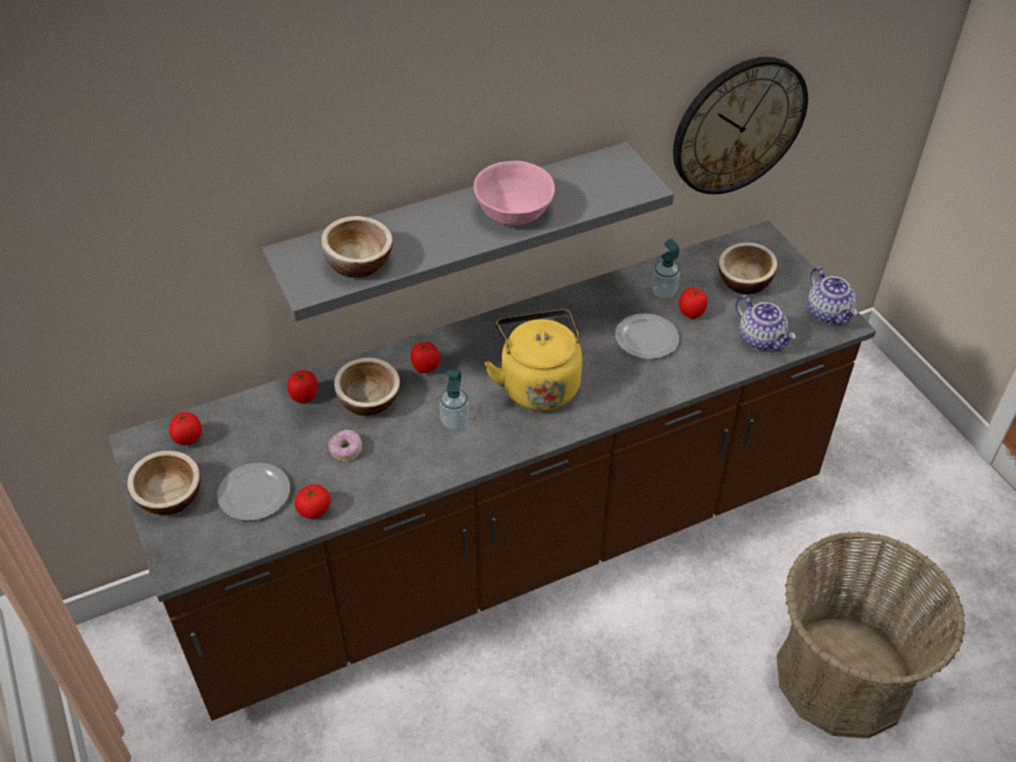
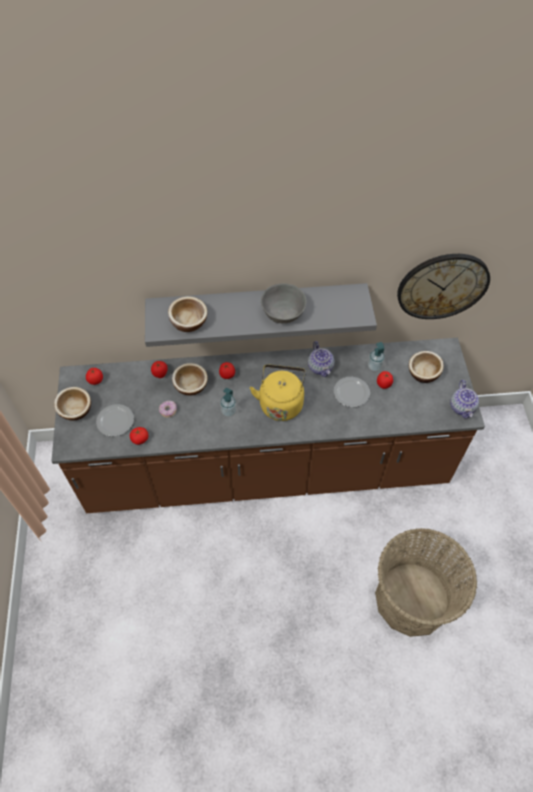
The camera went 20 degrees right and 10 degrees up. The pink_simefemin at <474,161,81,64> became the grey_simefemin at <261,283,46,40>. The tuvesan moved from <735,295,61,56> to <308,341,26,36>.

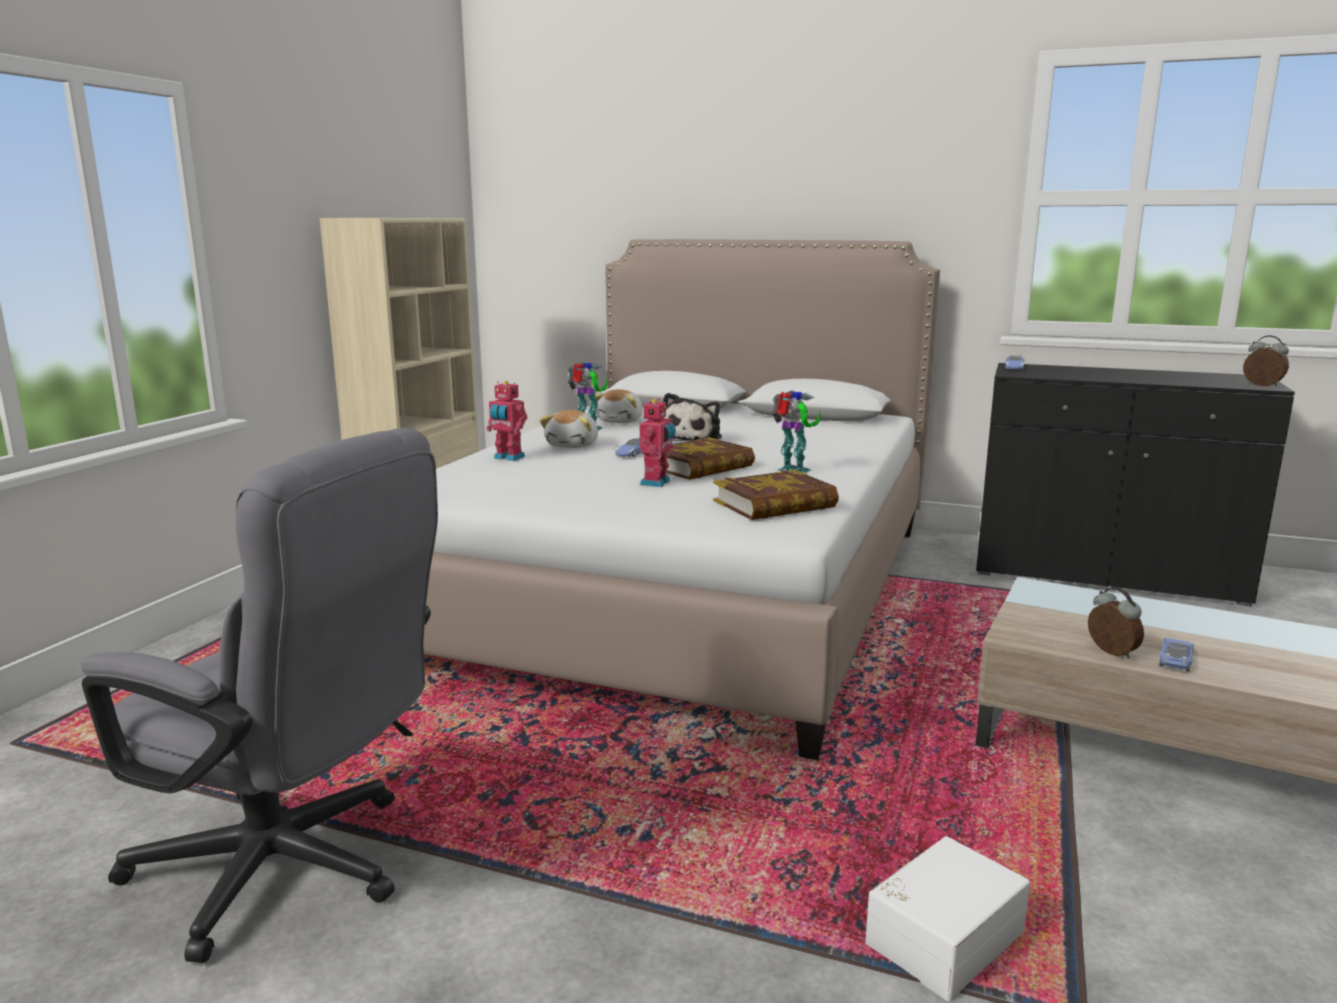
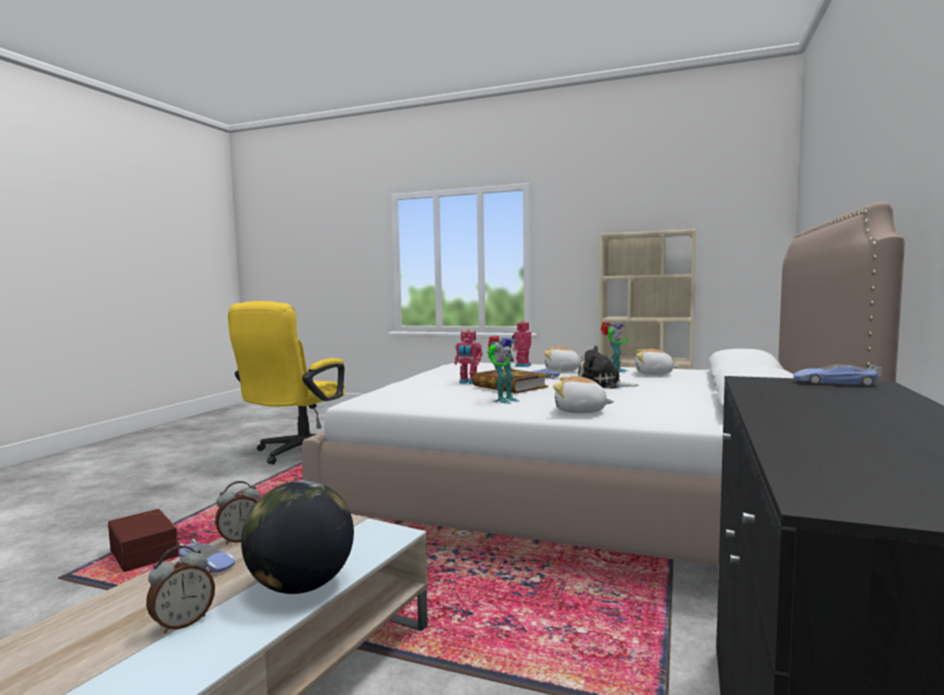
The camera went 90 degrees right and 10 degrees down. The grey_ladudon at <81,428,357,535> became the yellow_ladudon at <228,301,117,164>. The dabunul at <713,470,126,50> disappeared. The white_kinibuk at <865,836,165,166> became the brown_kinibuk at <108,509,71,63>. The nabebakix moved from <1243,335,46,52> to <146,545,69,89>. The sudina at <241,480,113,114> appeared. The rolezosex at <553,376,61,37> appeared.

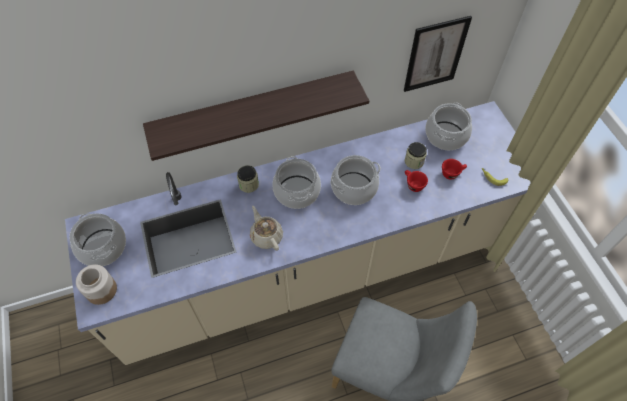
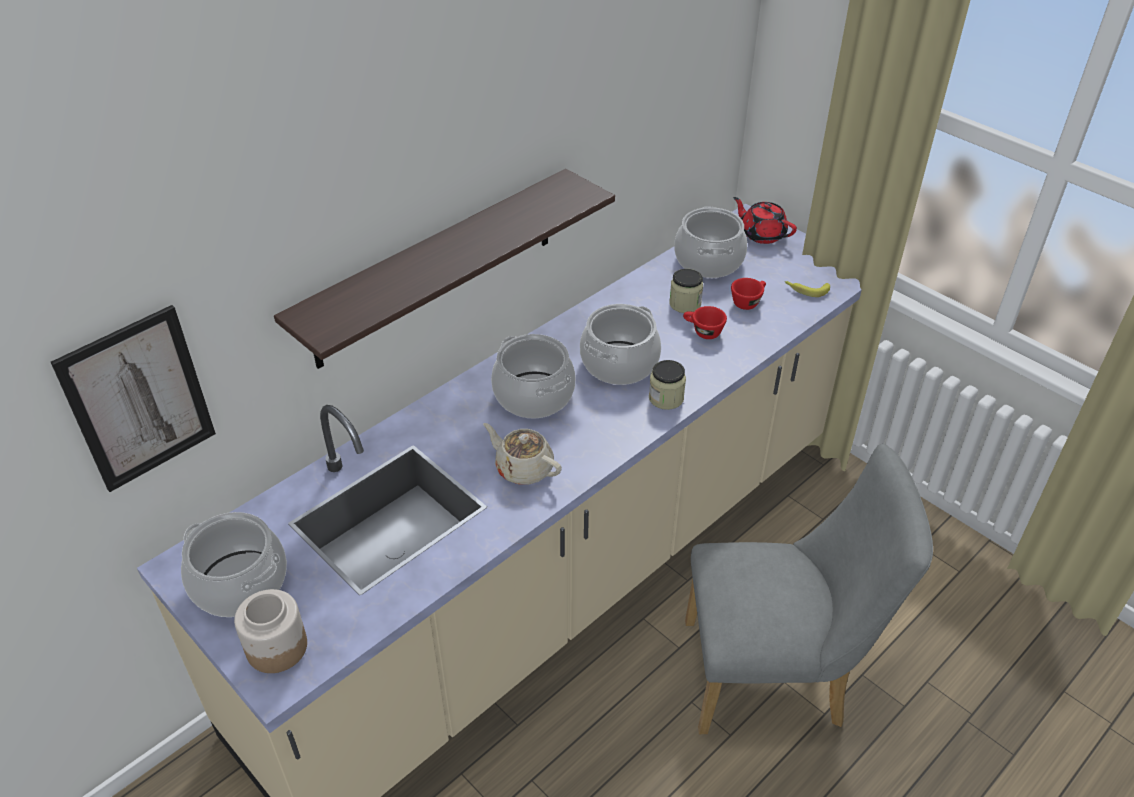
The camera went 25 degrees left and 15 degrees down. The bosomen moved from <237,165,22,28> to <649,360,37,50>. The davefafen moved from <404,16,68,76> to <51,305,165,187>. The red_tuvesan at <733,197,64,47> appeared.

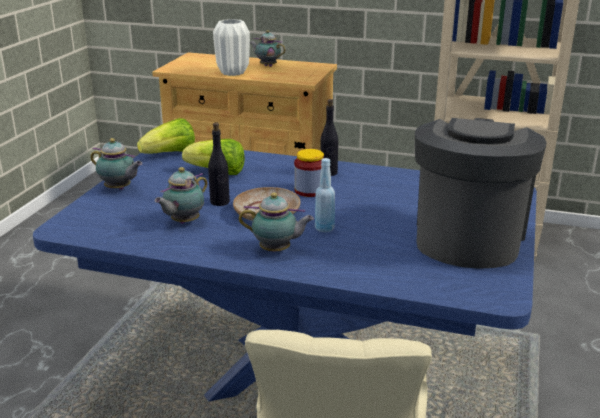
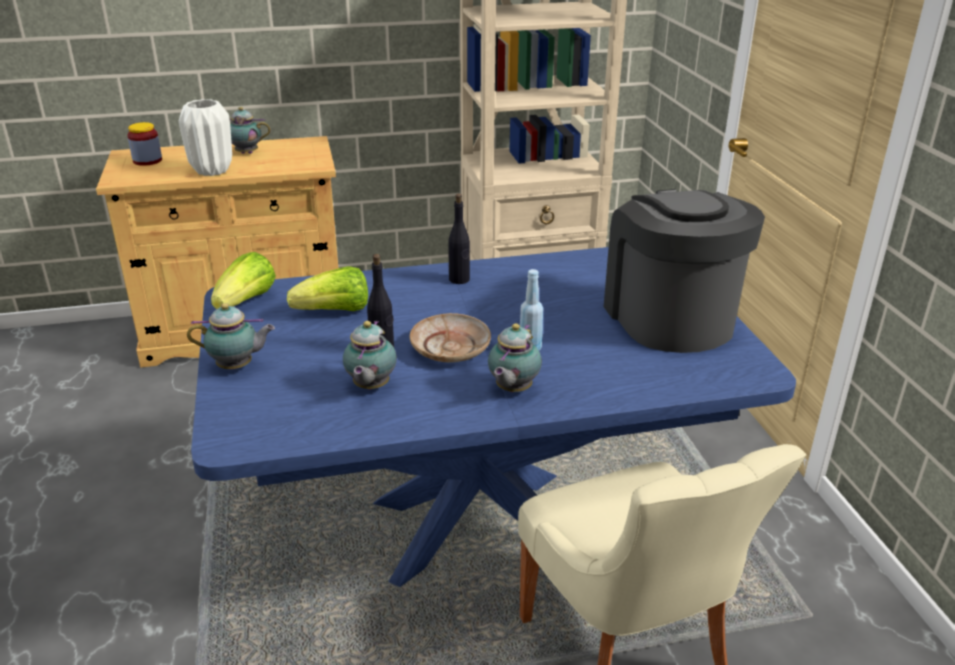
The camera went 30 degrees left and 5 degrees up. The tuvesan at <239,192,75,59> turned 135 degrees clockwise. The bosomen moved from <294,149,30,48> to <127,122,35,44>.

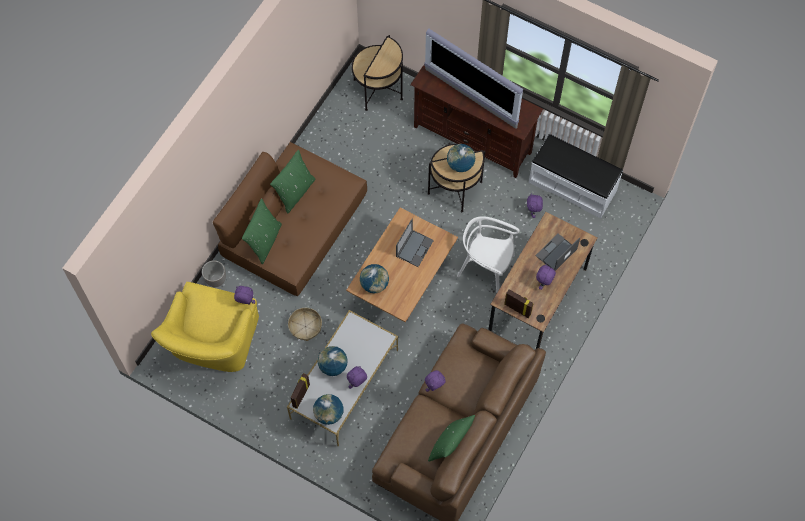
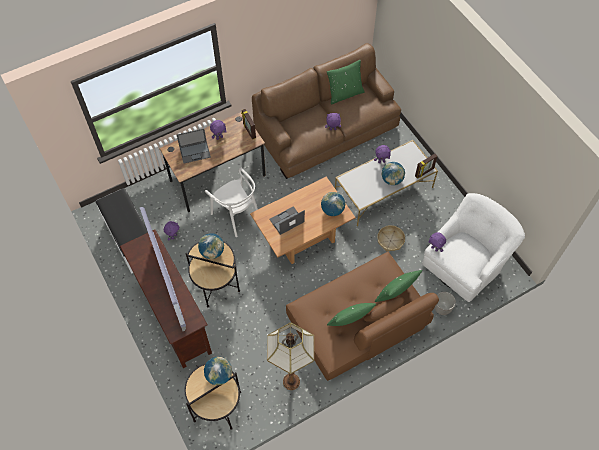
The camera went 150 degrees left and 5 degrees down. The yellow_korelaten at <151,282,108,90> became the white_korelaten at <422,193,103,109>. The sudina moved from <313,394,31,31> to <204,357,28,28>. The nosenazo at <267,323,47,67> appeared.

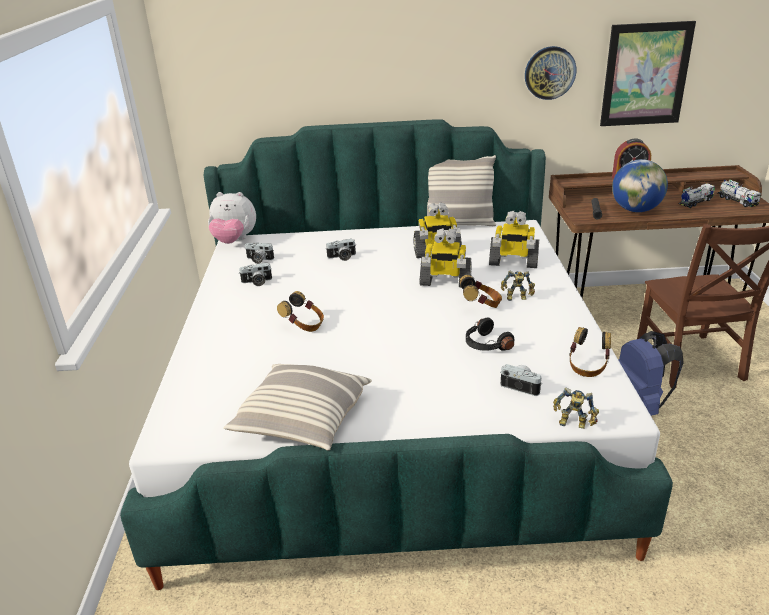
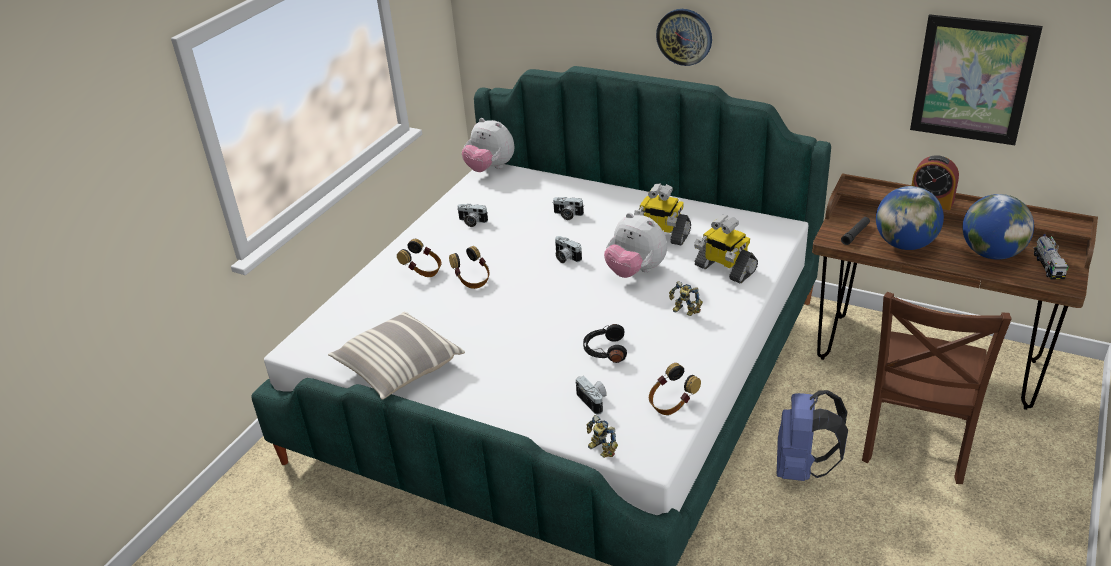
The camera went 30 degrees right and 5 degrees up. The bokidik moved from <245,242,29,22> to <555,236,27,27>. The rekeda at <420,228,52,59> was replaced by the rolezosex at <604,213,63,65>. The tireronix at <427,155,69,71> disappeared. The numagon moved from <460,275,42,33> to <397,239,45,38>. The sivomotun moved from <525,46,51,54> to <656,9,56,57>. The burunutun at <679,183,36,25> was replaced by the sudina at <963,194,71,66>.

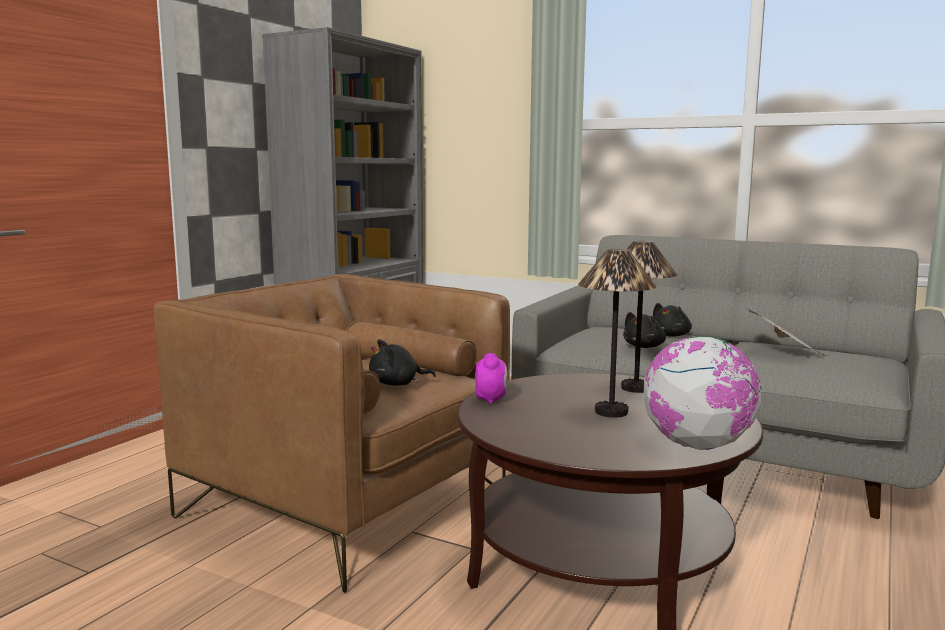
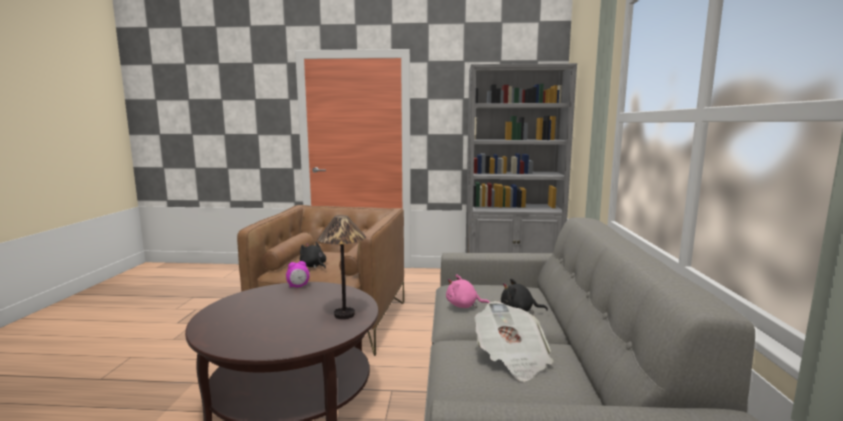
The camera went 65 degrees right and 0 degrees up. The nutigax at <578,249,78,169> disappeared. The black_rolezosex at <623,312,43,36> became the pink_rolezosex at <446,274,44,34>. The sudina at <644,336,117,114> disappeared.

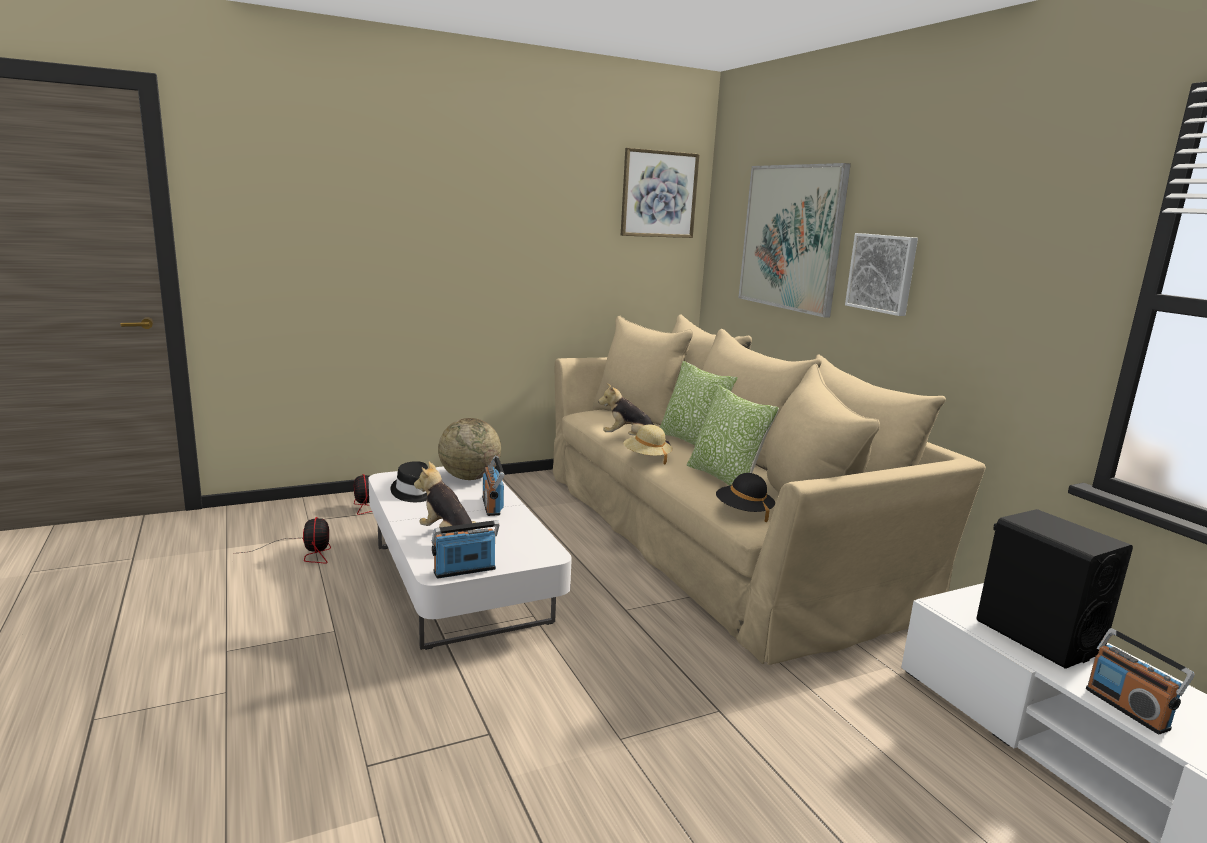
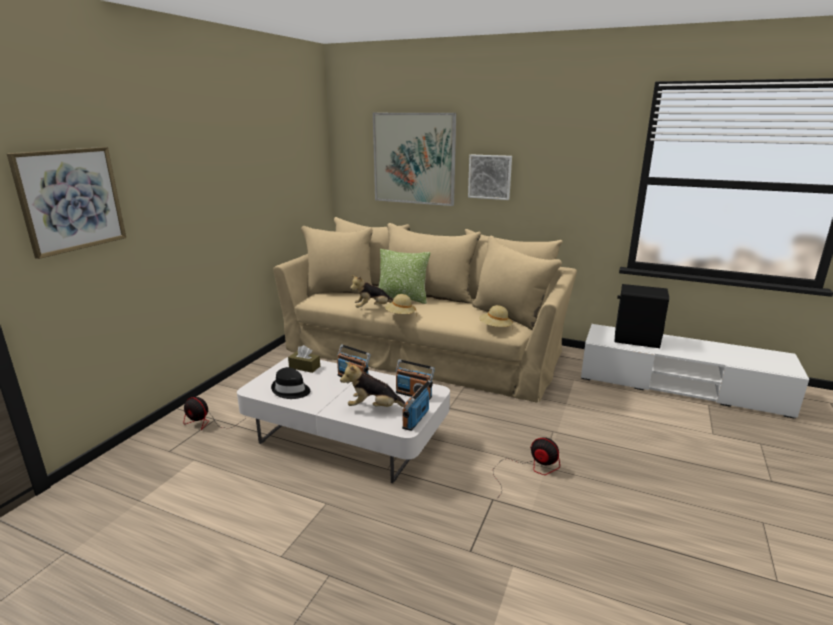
The camera went 40 degrees left and 5 degrees up. The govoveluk moved from <243,517,88,47> to <494,437,66,62>. The sudina at <438,418,63,62> was replaced by the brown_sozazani at <288,345,32,28>. The davefafen moved from <621,148,79,90> to <7,147,119,112>. The tireronix at <687,385,92,101> disappeared. The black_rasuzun at <716,473,59,49> became the beige_rasuzun at <479,305,34,24>. The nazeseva moved from <1086,628,109,106> to <395,359,40,41>.

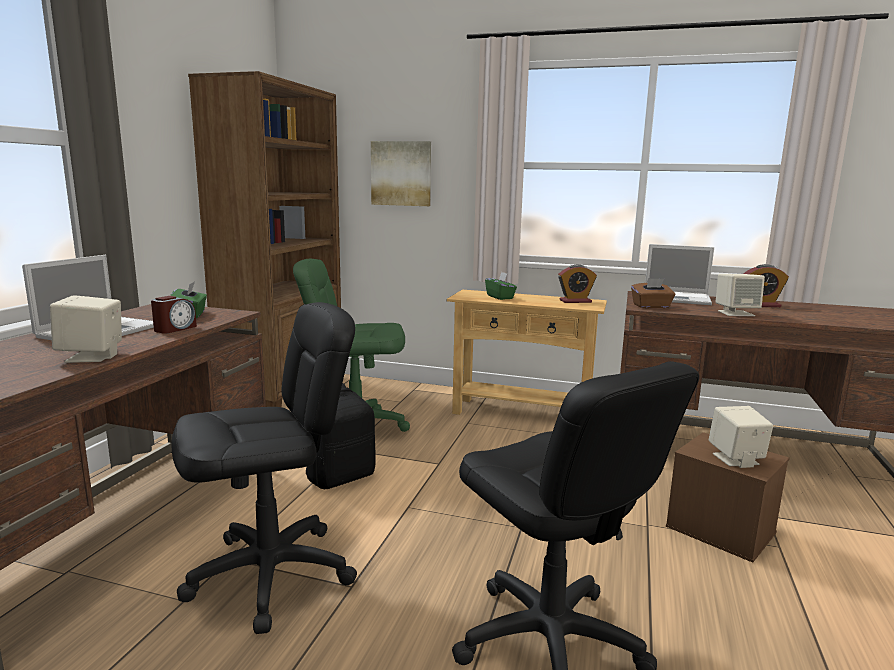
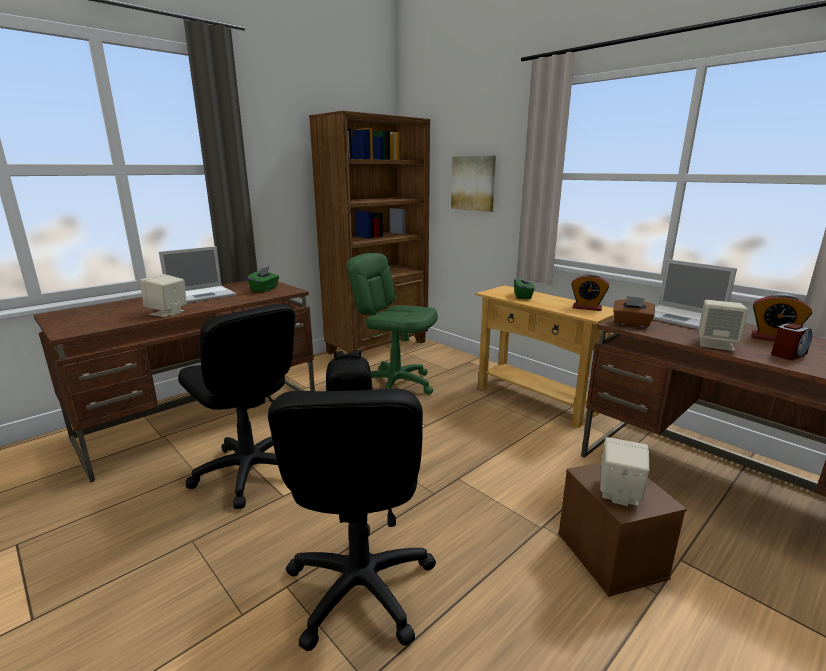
The camera went 30 degrees right and 5 degrees up. The nabebakix moved from <151,296,46,38> to <771,323,42,37>. The black_ladudon at <171,302,186,332> turned 45 degrees clockwise.

